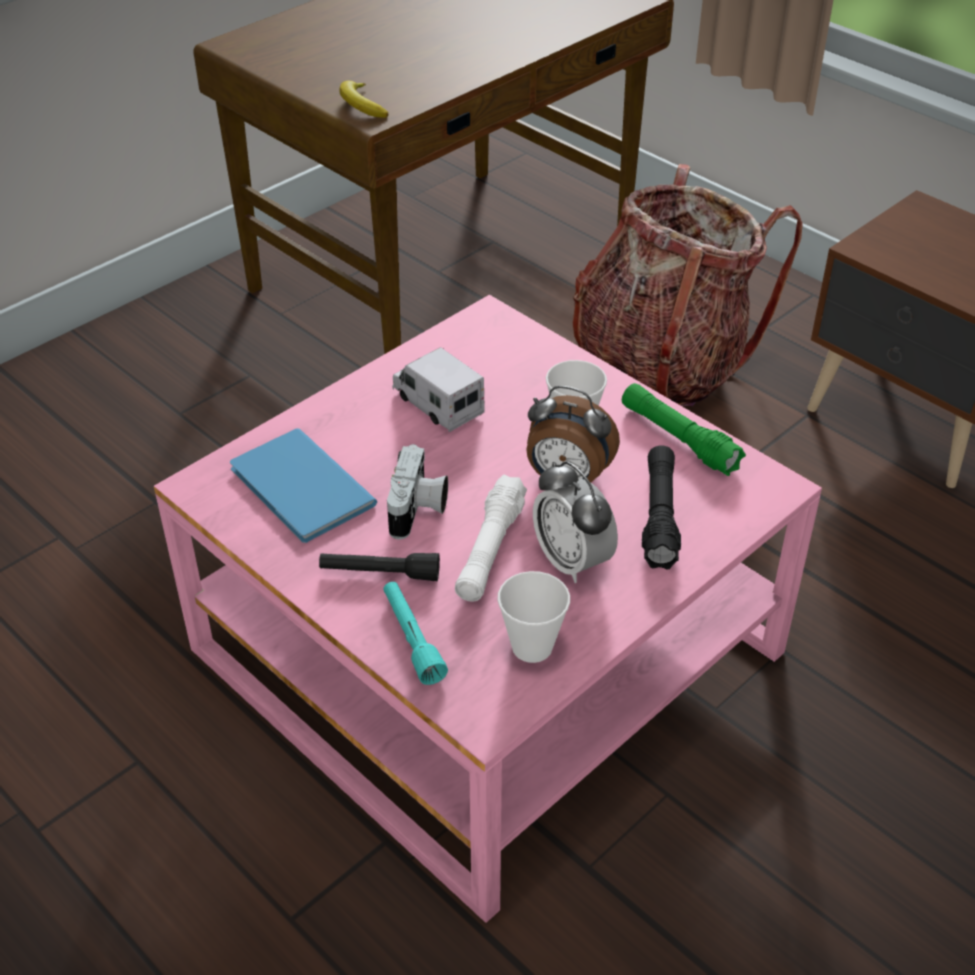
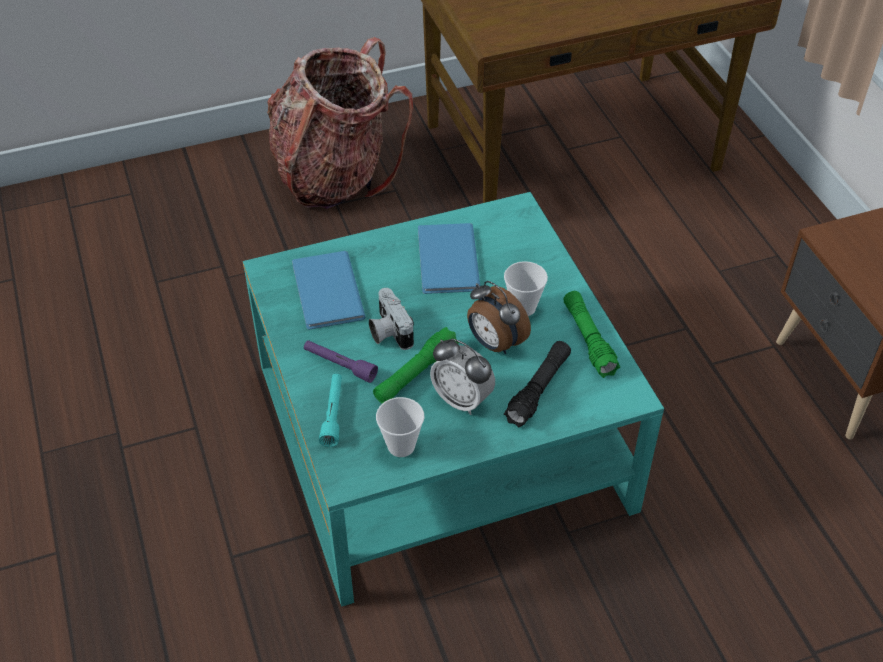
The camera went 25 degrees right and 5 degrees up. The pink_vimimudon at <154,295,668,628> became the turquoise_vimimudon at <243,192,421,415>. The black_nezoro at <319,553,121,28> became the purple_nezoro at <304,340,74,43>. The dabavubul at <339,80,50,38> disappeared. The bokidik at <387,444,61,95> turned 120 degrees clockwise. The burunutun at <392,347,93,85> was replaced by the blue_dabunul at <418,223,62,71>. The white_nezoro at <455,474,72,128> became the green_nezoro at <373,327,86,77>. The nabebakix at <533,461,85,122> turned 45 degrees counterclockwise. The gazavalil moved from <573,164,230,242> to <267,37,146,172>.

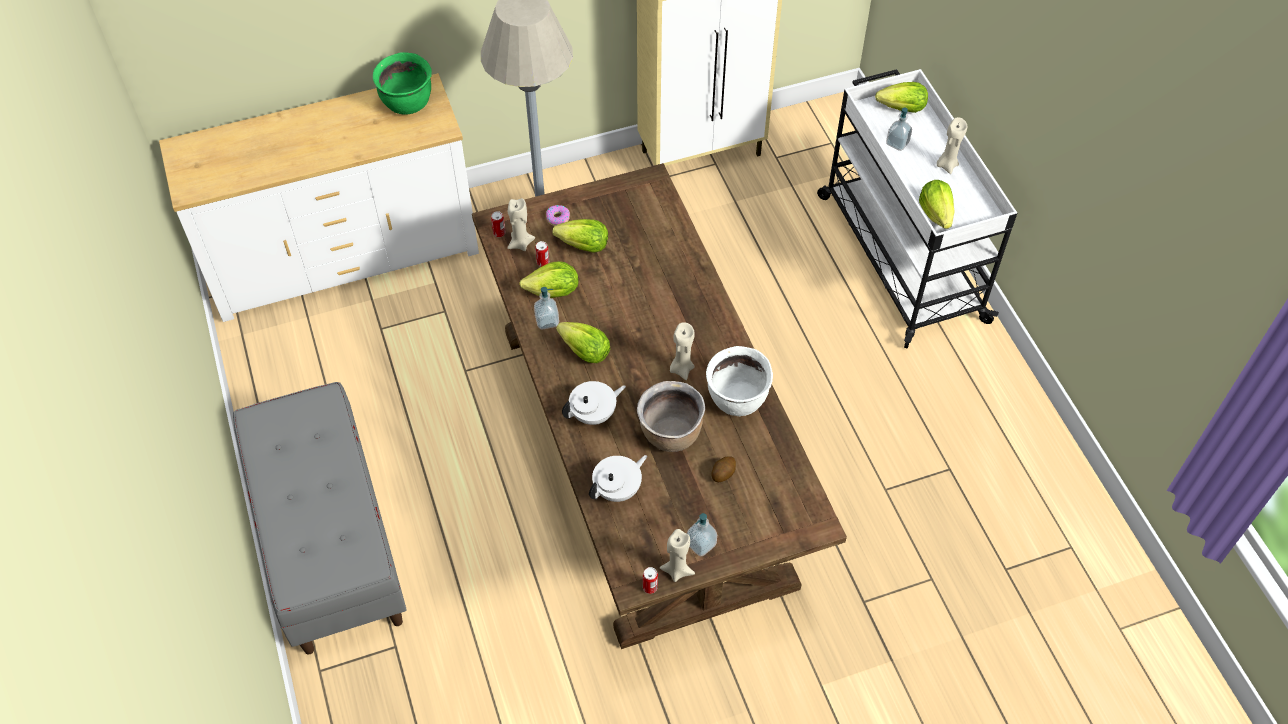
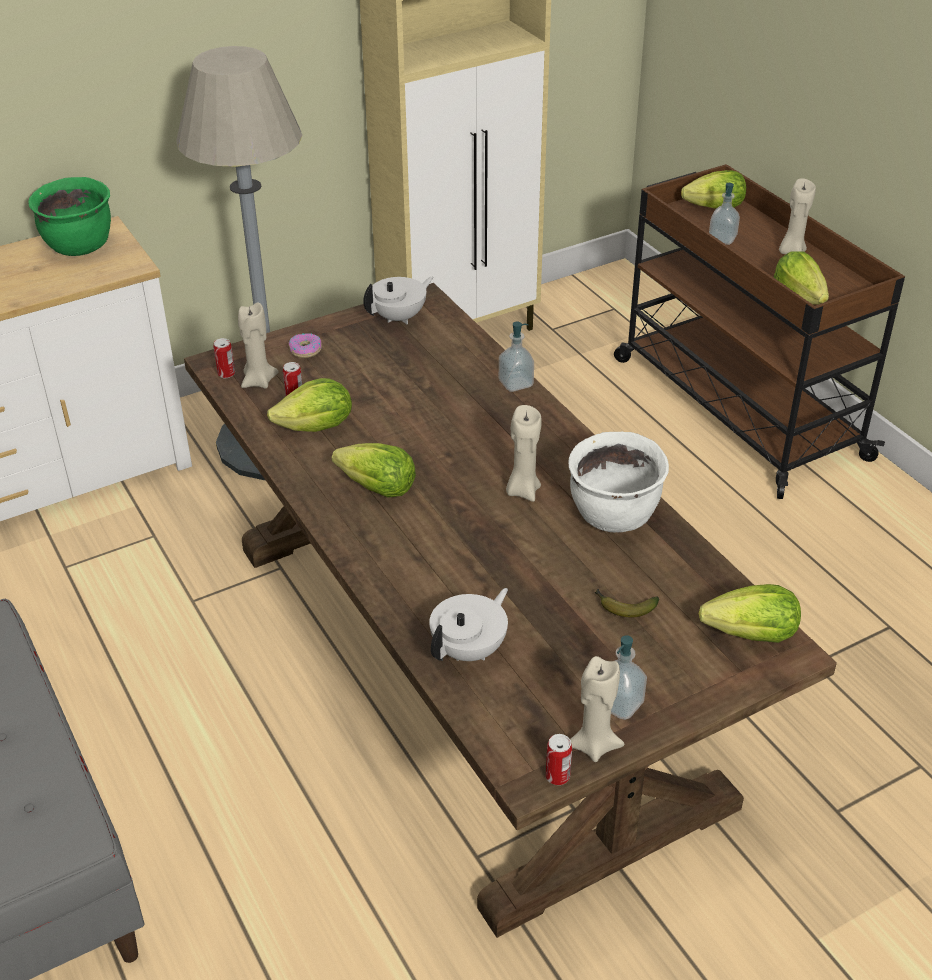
The camera went 10 degrees left and 15 degrees down. The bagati moved from <534,287,25,43> to <499,322,35,70>. The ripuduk moved from <552,219,56,34> to <699,584,102,59>. The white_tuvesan moved from <562,381,64,44> to <363,277,71,47>. The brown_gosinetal at <637,381,68,71> disappeared. The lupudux at <711,456,25,26> was replaced by the dabavubul at <595,589,64,28>. The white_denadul at <817,69,200,280> became the brown_denadul at <614,164,291,335>.

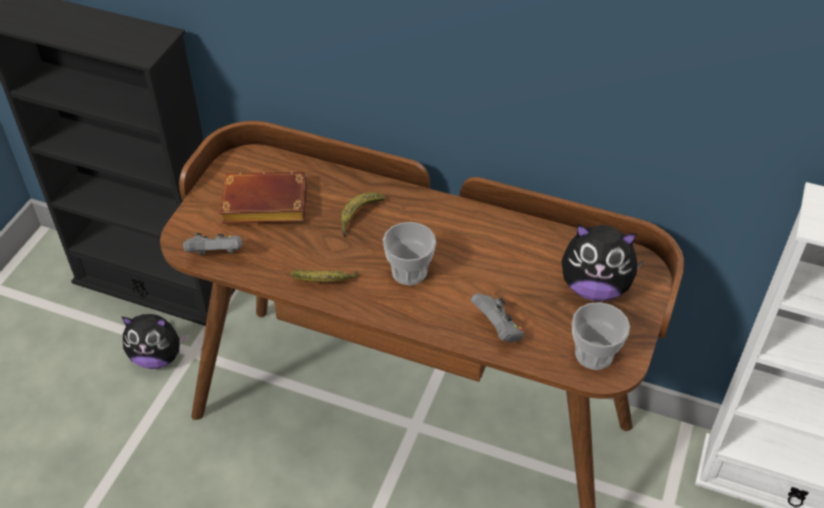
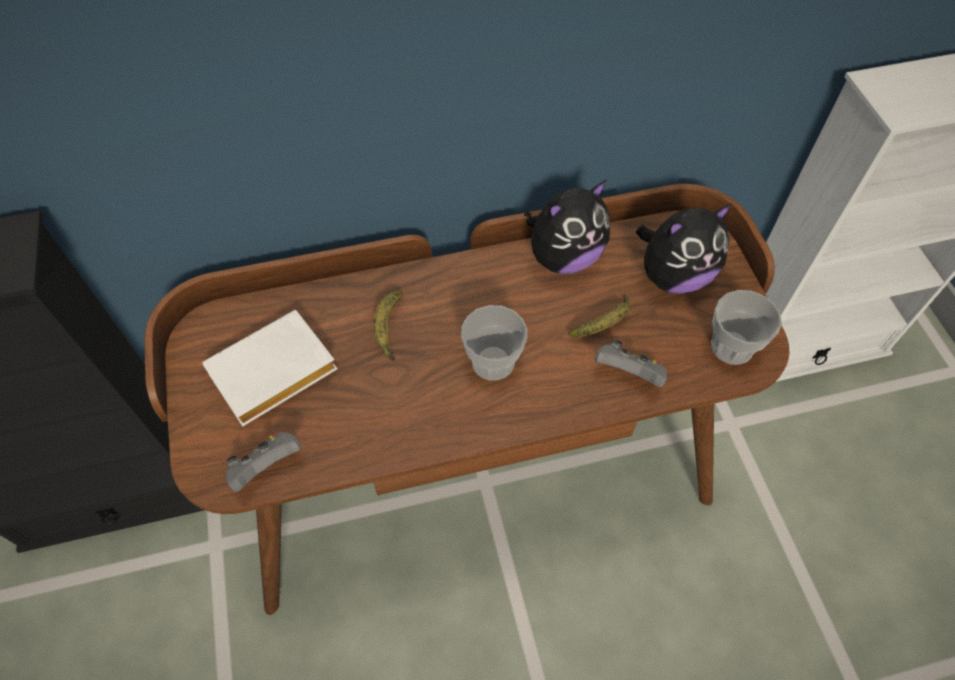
The camera went 35 degrees left and 10 degrees up. The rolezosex moved from <122,314,66,55> to <524,179,86,95>. The brown_dabunul at <219,172,88,52> became the white_dabunul at <202,310,136,117>. The dabavubul moved from <291,270,68,12> to <569,296,61,41>.

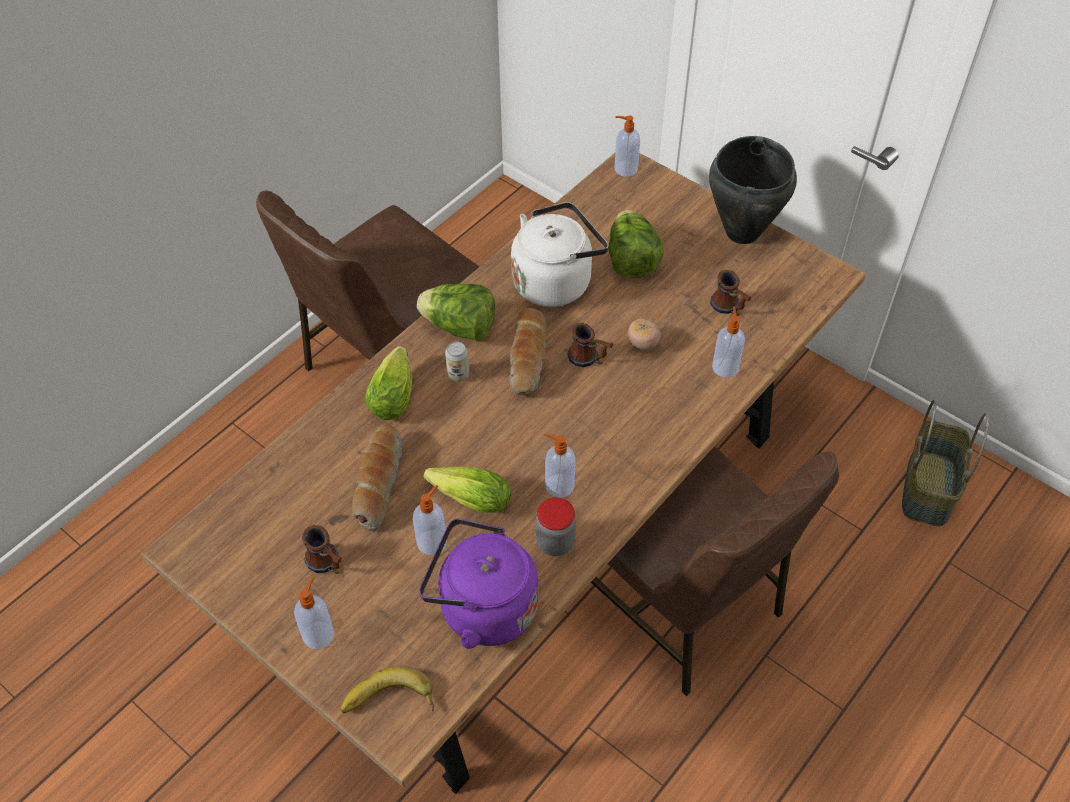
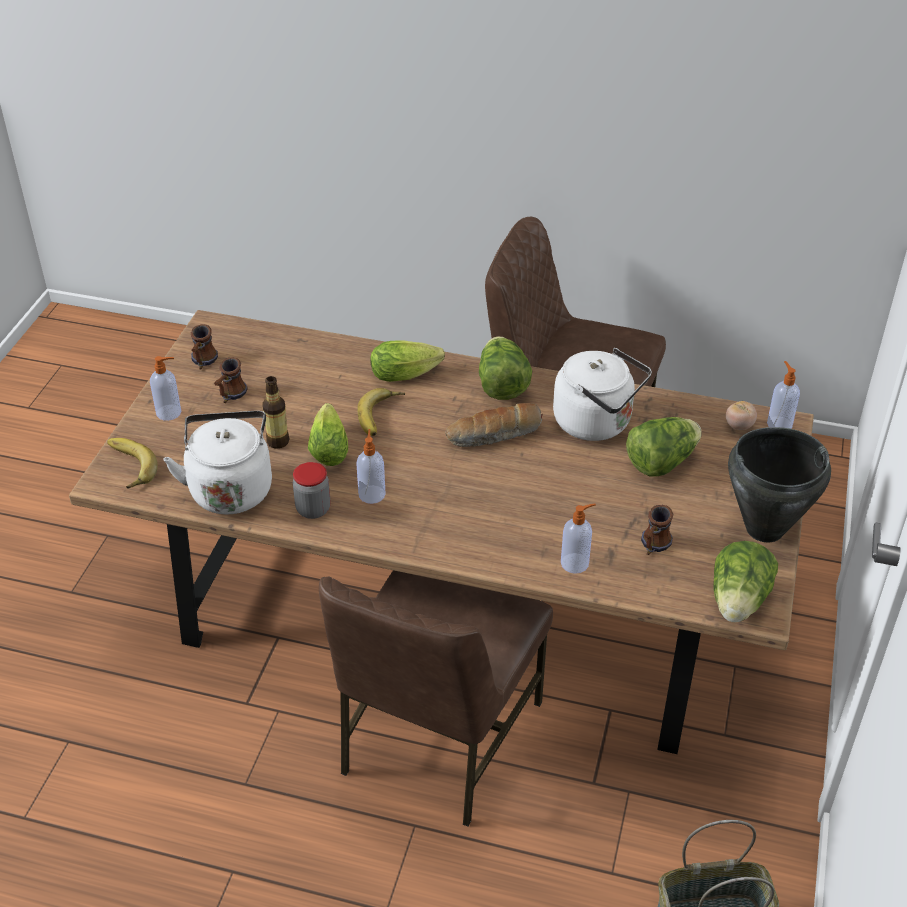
The camera went 65 degrees right and 10 degrees down. The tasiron at <352,424,51,108> disappeared. The bagati at <413,485,34,70> was replaced by the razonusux at <262,376,27,73>. The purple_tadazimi at <419,518,120,131> became the white_tadazimi at <164,411,108,103>. The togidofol at <445,341,24,41> disappeared. The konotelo moved from <567,323,46,44> to <191,324,27,46>. The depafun moved from <628,318,33,32> to <726,401,31,29>. The dabavubul at <357,388,48,48> appeared. The ripuduk at <713,541,65,81> appeared.

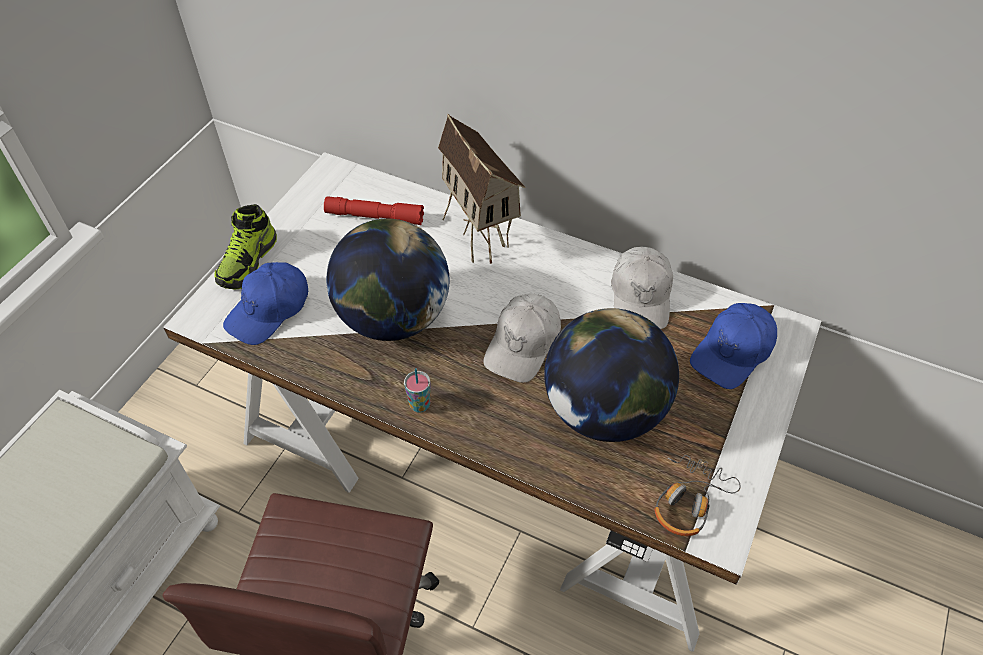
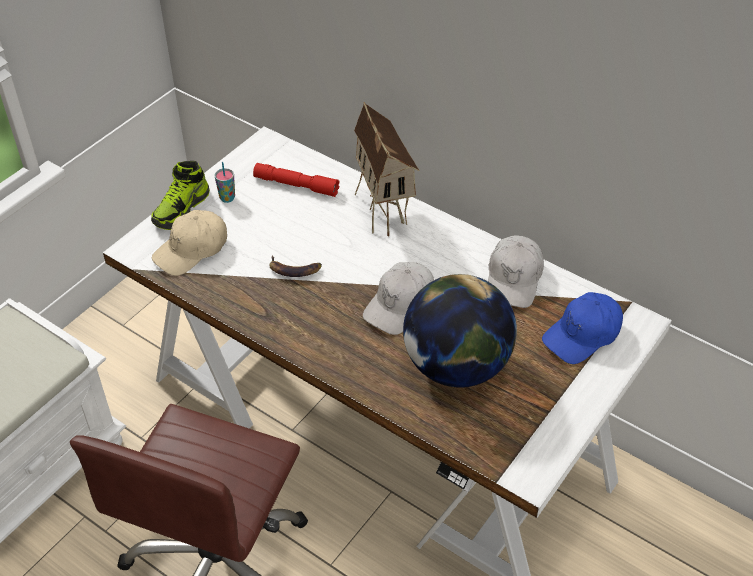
The camera went 10 degrees right and 5 degrees down. The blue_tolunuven at <223,262,85,83> became the beige_tolunuven at <152,210,75,66>. The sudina at <326,219,123,122> was replaced by the dabavubul at <269,256,53,21>. The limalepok moved from <404,368,27,45> to <215,162,20,41>. The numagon at <654,455,87,81> disappeared.

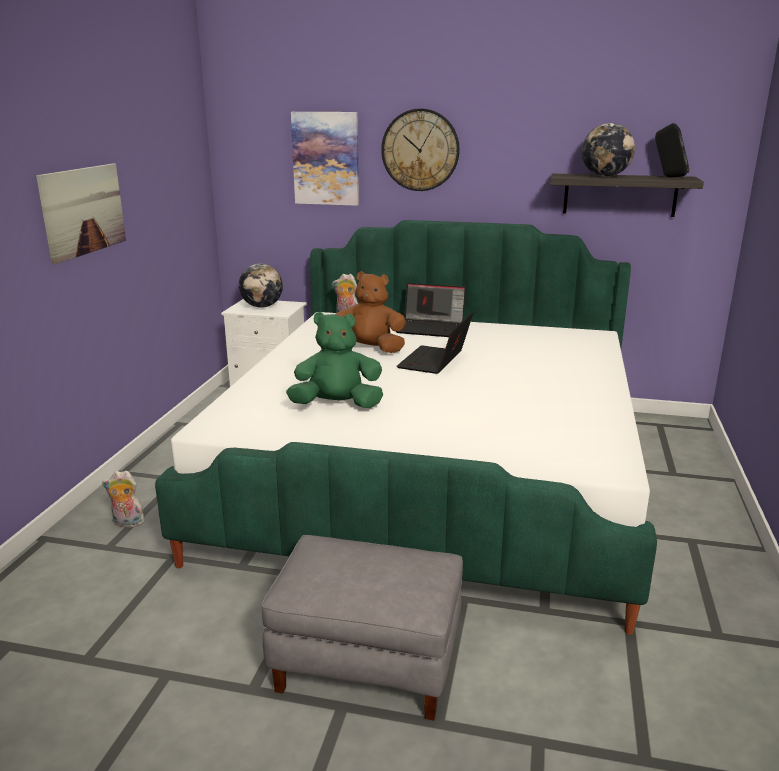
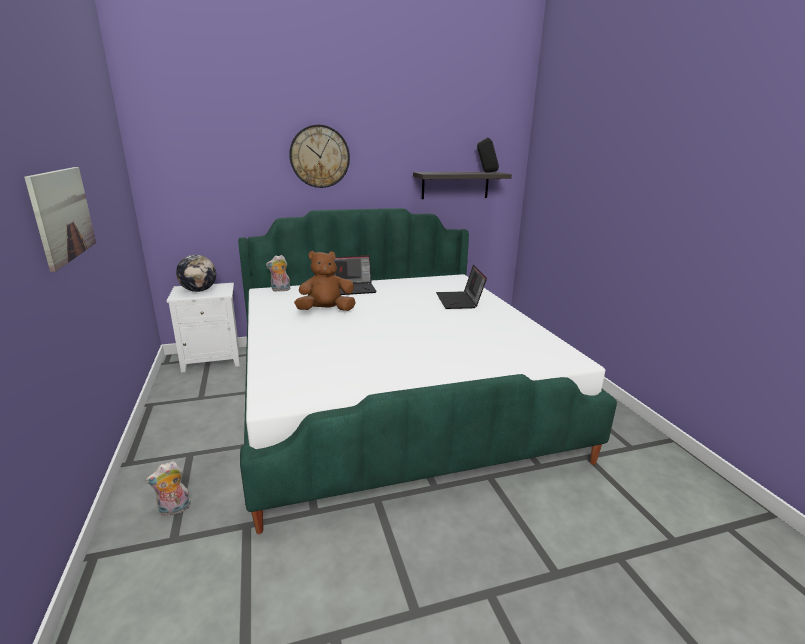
The camera went 30 degrees left and 0 degrees up. The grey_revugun at <261,535,202,185> disappeared. The green_rolezosex at <286,312,97,96> disappeared. The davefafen at <291,112,68,94> disappeared. The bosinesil moved from <397,313,76,61> to <436,265,51,44>. The sudina at <582,123,53,54> disappeared.

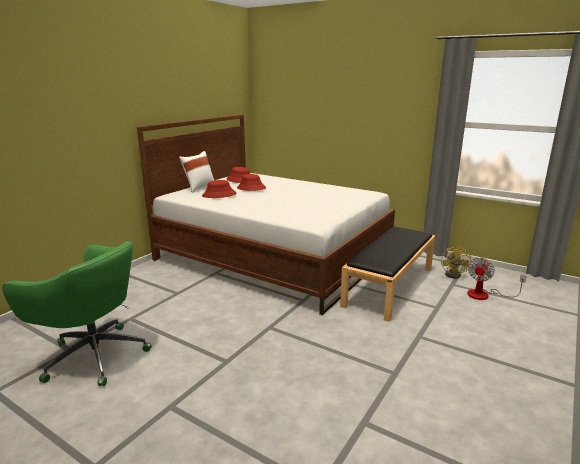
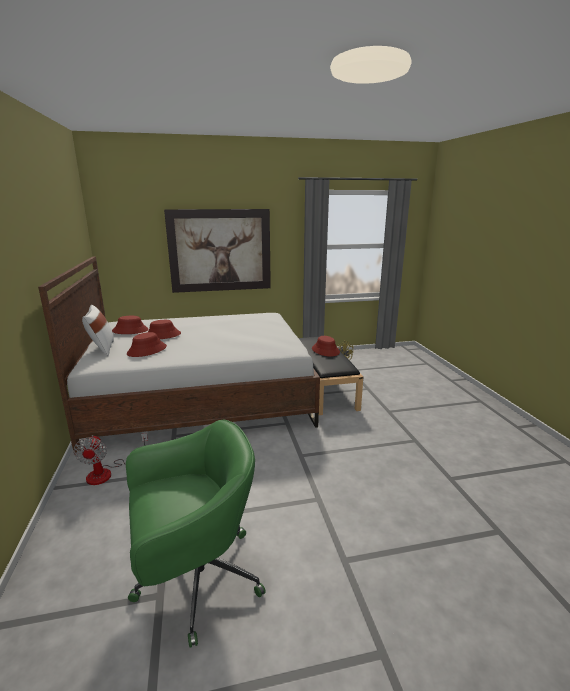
The camera went 45 degrees left and 0 degrees up. The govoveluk moved from <467,258,60,42> to <73,433,75,52>. The davefafen at <164,209,107,84> appeared. The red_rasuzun at <312,336,28,21> appeared.

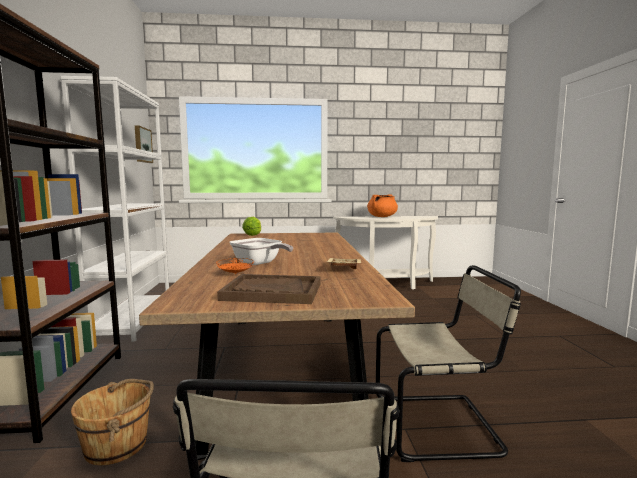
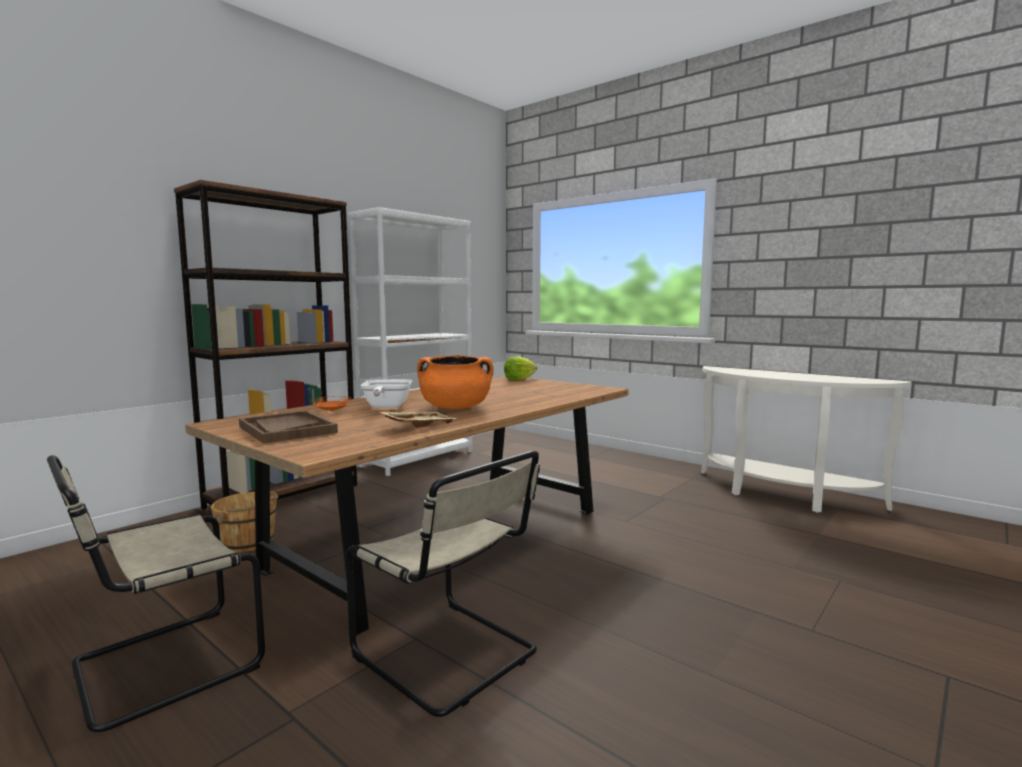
The camera went 45 degrees right and 0 degrees up. The davefafen at <135,126,18,37> disappeared. The orange_gosinetal moved from <367,194,31,23> to <417,355,77,54>.

